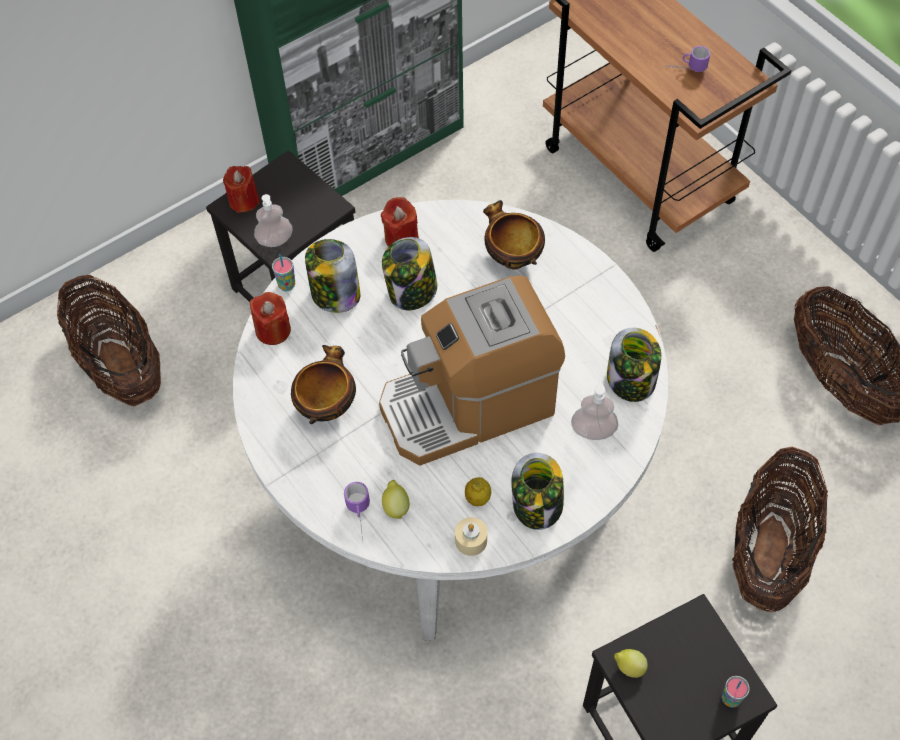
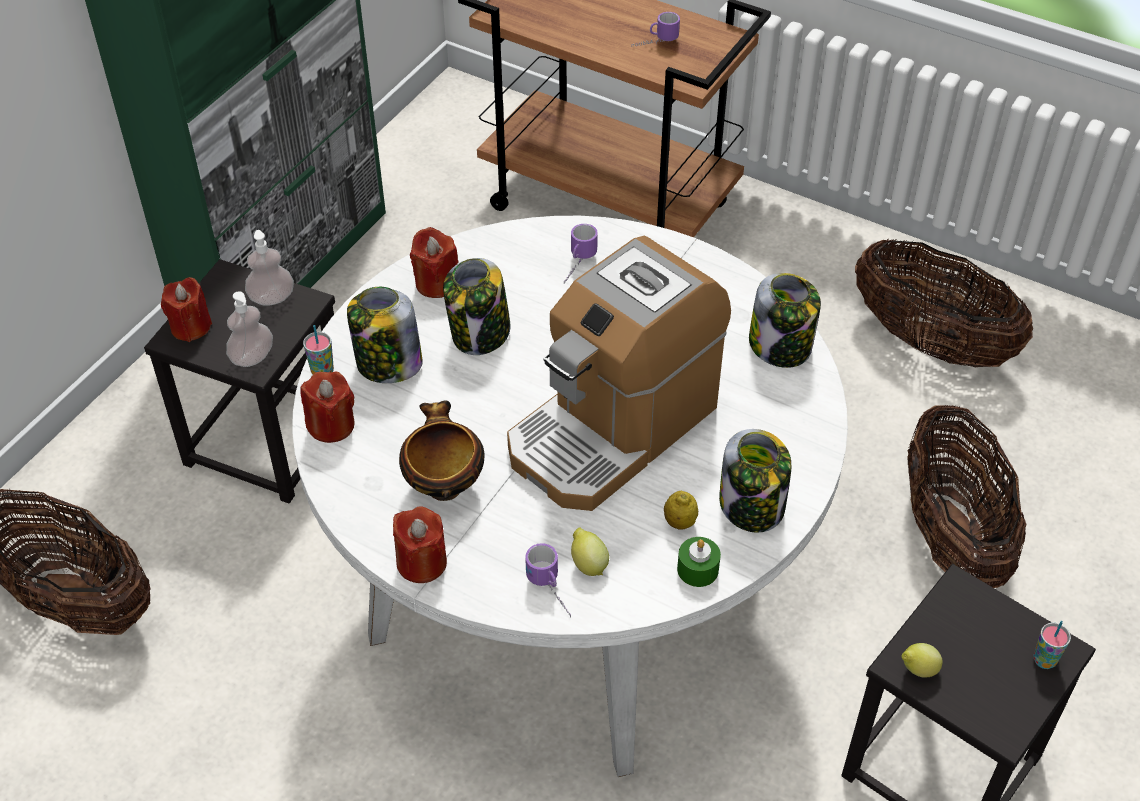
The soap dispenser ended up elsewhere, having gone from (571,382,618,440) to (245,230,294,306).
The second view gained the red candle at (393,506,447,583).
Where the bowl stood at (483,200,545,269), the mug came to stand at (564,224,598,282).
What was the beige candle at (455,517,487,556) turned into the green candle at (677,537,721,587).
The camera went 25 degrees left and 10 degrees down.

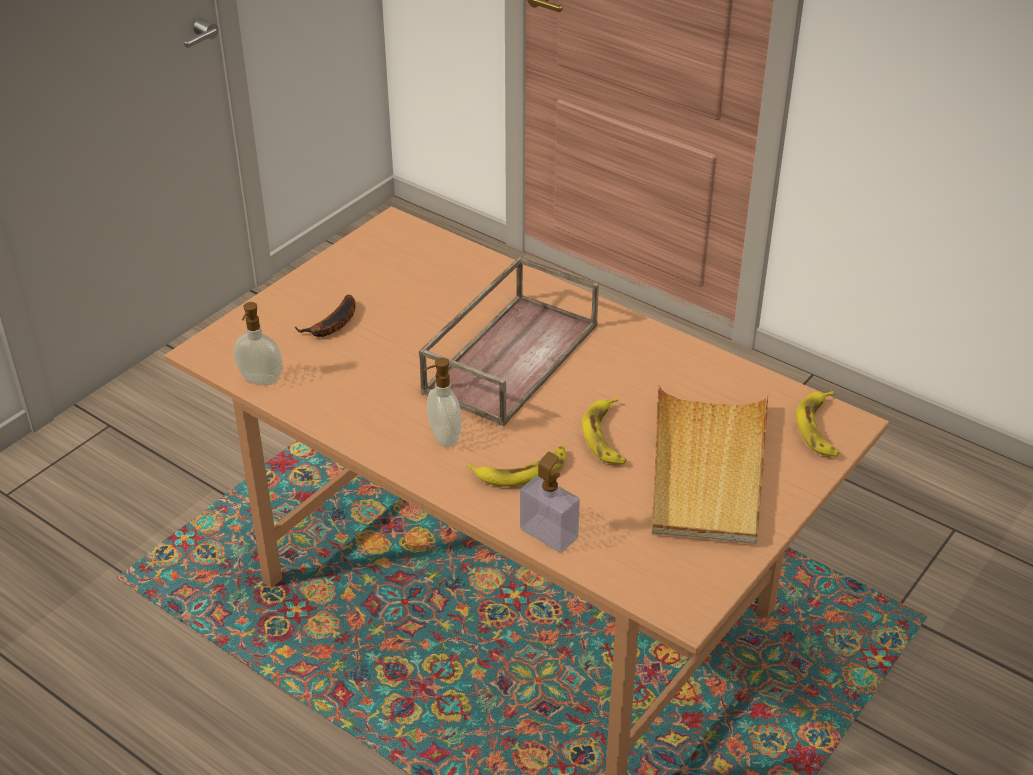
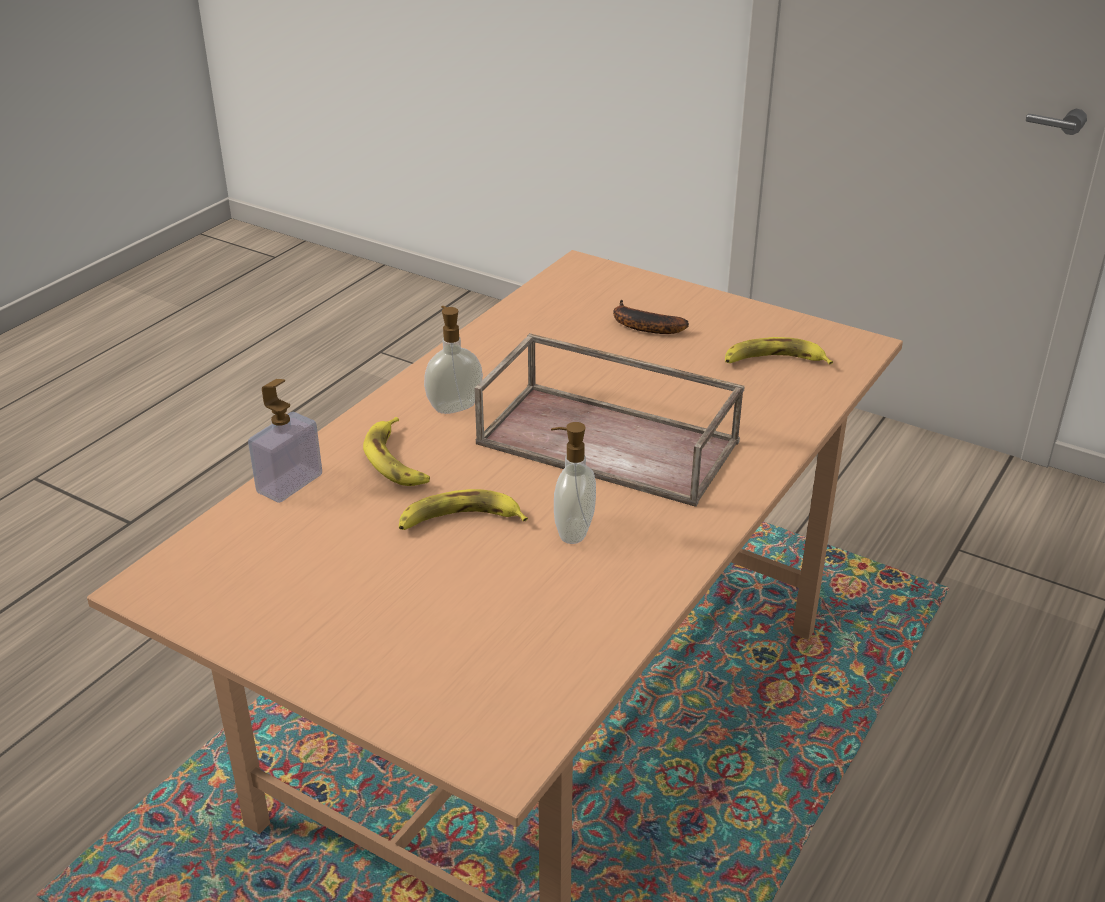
The soap dispenser ended up elsewhere, having gone from (234,302,282,385) to (551,422,596,544).
The banana ended up elsewhere, having gone from (796,391,839,457) to (725,337,833,364).
The second view lost the beige tray at (652,385,768,544).
The camera went 85 degrees right and 5 degrees down.

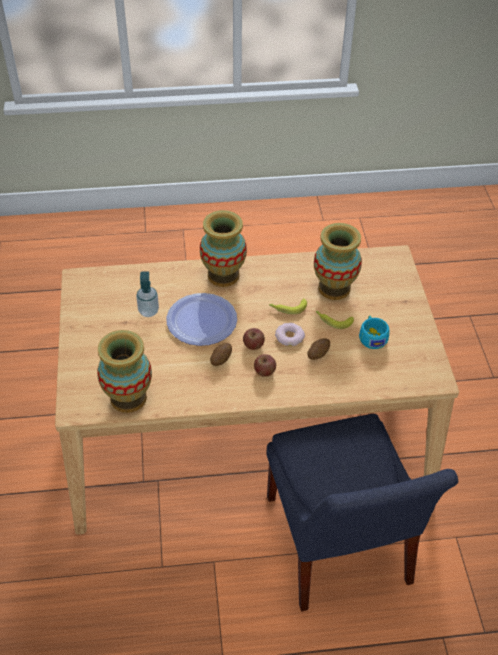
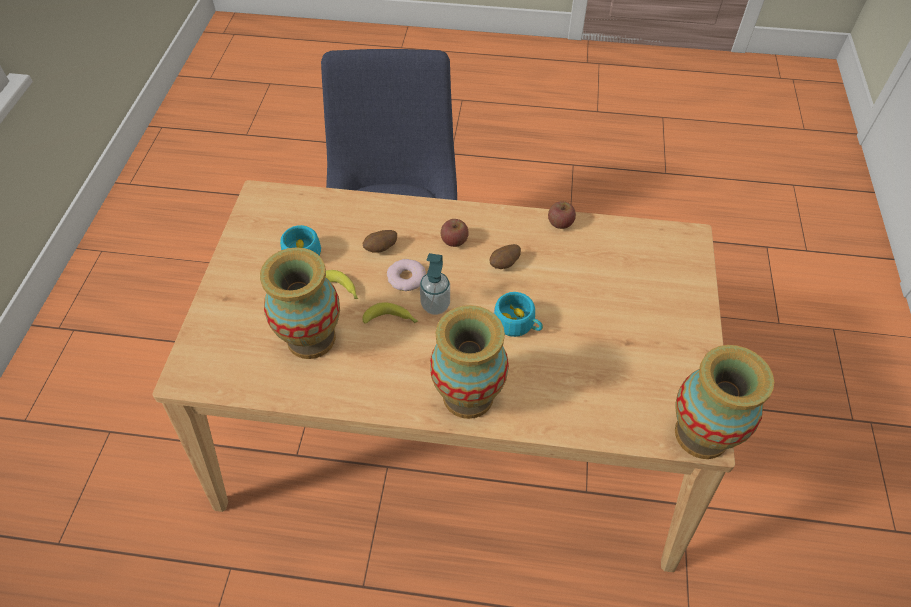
The soap dispenser ended up elsewhere, having gone from (136,271,159,317) to (420,253,450,315).
Where the plate stood at (166,293,237,346), the turquoise cup came to stand at (494,292,543,337).
The apple ended up elsewhere, having gone from (243,328,265,350) to (548,201,576,229).
The vase ended up elsewhere, having gone from (97,330,152,413) to (675,345,774,459).
The camera went 165 degrees left and 5 degrees up.

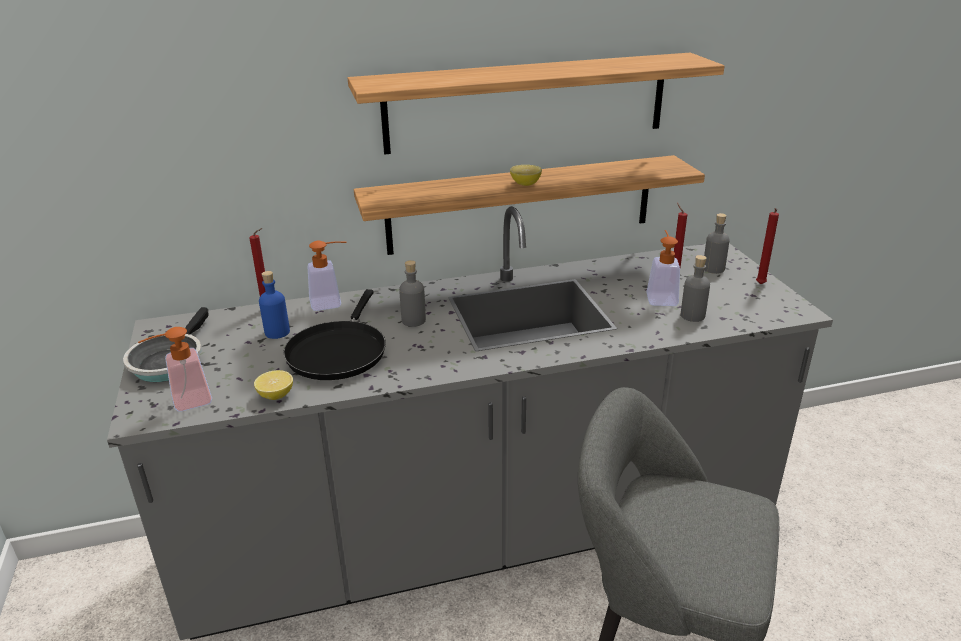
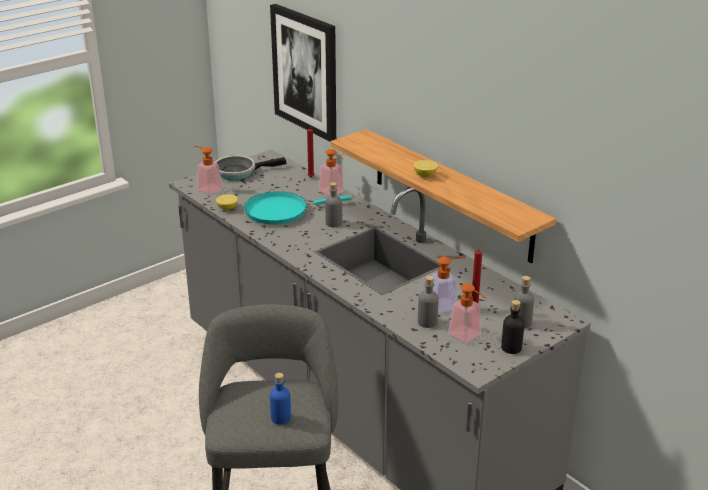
What was the black frying pan at (283,289,386,380) turned into the turquoise frying pan at (244,191,351,225).
The second view gained the picture at (270,4,336,142).
The blue bottle ended up elsewhere, having gone from (259,271,290,339) to (270,373,291,425).
The second view gained the soap dispenser at (448,284,486,343).
Where the red candle stood at (756,208,779,284), the black bottle came to stand at (501,300,524,354).
The second view lost the shelf at (348,53,725,155).
The camera went 65 degrees right and 0 degrees up.

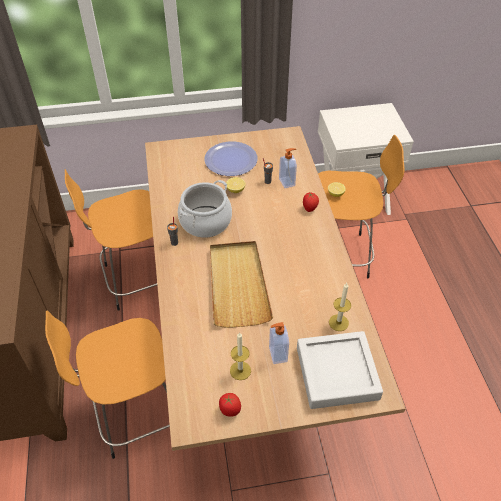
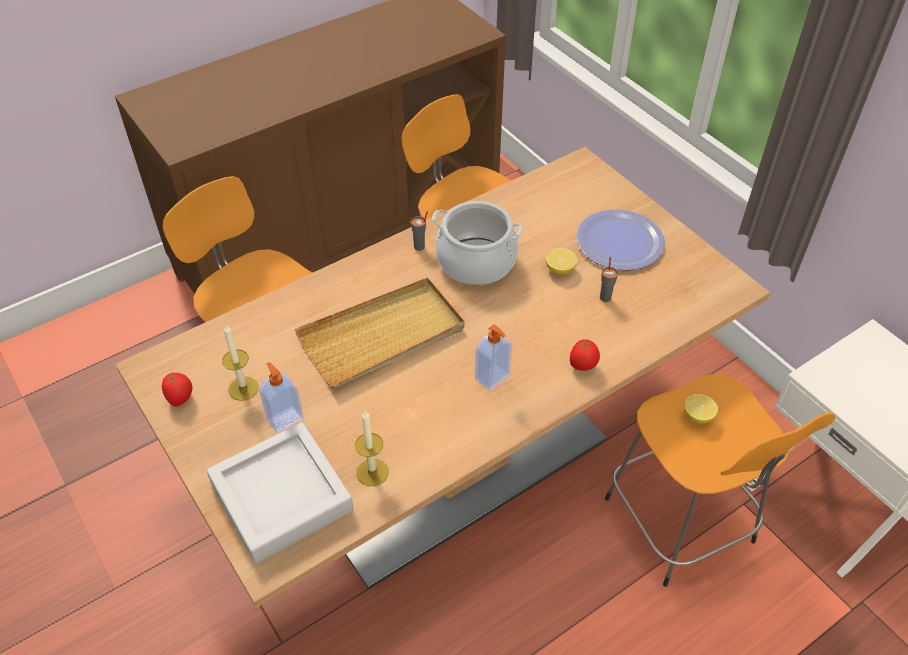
The soap dispenser ended up elsewhere, having gone from (279,148,297,188) to (475,324,512,391).
The camera went 65 degrees right and 0 degrees up.

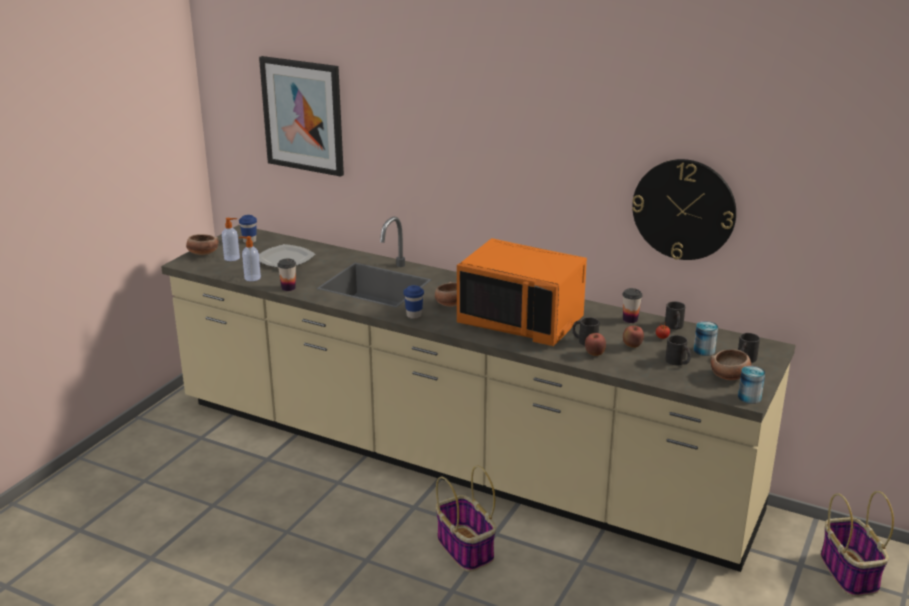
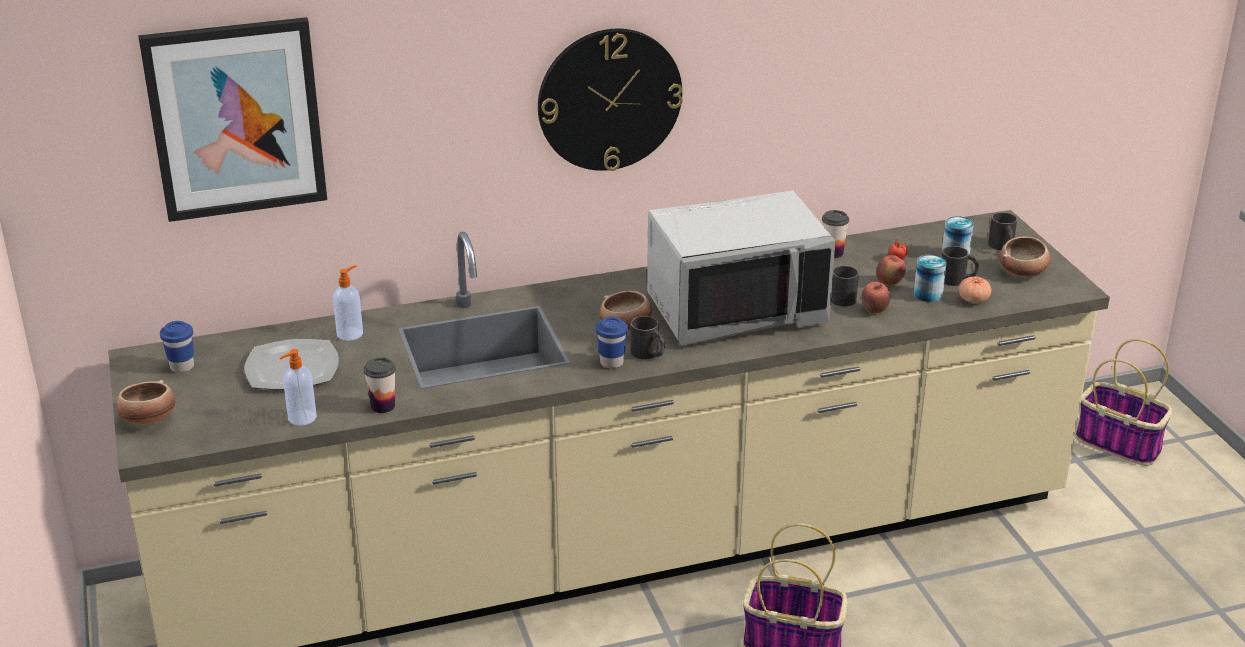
The soap dispenser ended up elsewhere, having gone from (222,218,240,261) to (333,265,363,341).
The wall clock ended up elsewhere, having gone from (632,159,736,260) to (538,29,683,171).
The black mug ended up elsewhere, having gone from (665,301,685,330) to (631,316,665,359).
What was the orange microwave at (457,238,587,346) turned into the grey microwave at (647,190,835,346).
The can ended up elsewhere, having gone from (738,366,765,404) to (914,255,947,302).
The second view gained the tomato at (959,277,991,303).
The camera went 45 degrees left and 5 degrees up.

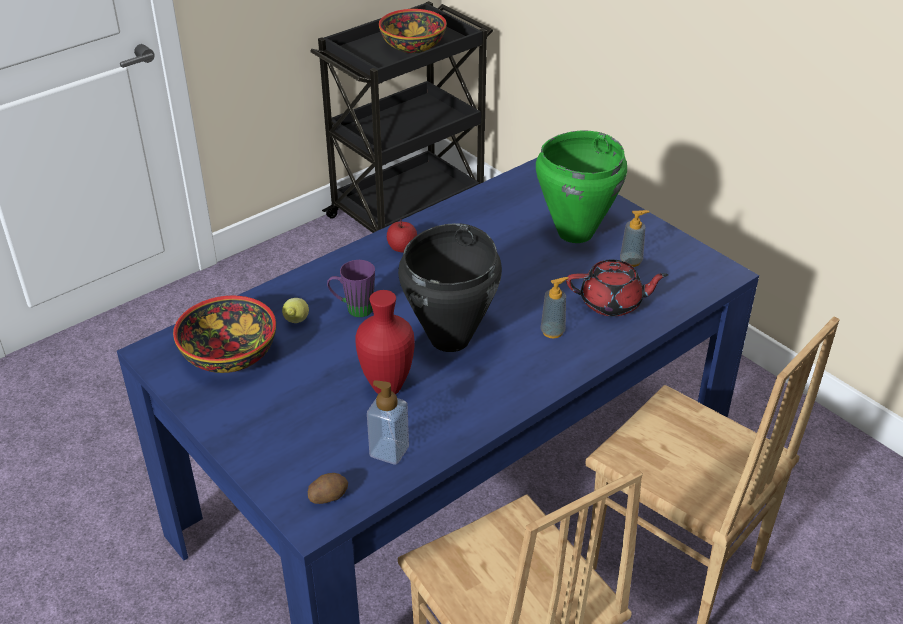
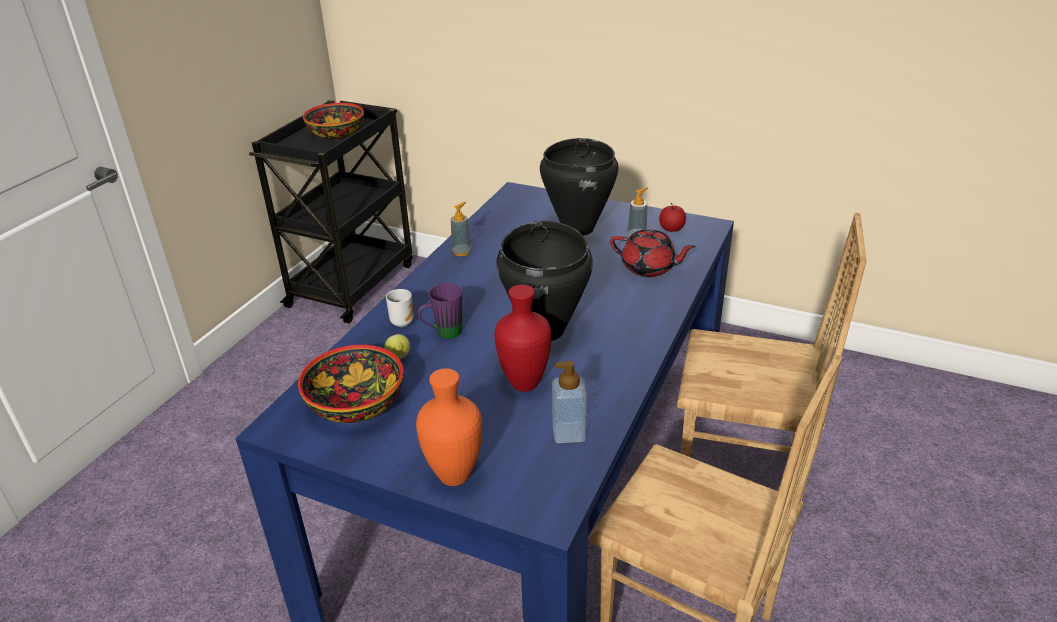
The second view gained the mug at (386,289,414,327).
The second view gained the orange vase at (416,368,482,486).
The soap dispenser ended up elsewhere, having gone from (540,277,569,339) to (451,202,472,256).
What was the green cooking pot at (536,130,627,243) turned into the black cooking pot at (540,138,618,236).
The red teapot at (566,259,668,316) ended up facing another way, 45 degrees clockwise from before.
The apple ended up elsewhere, having gone from (387,219,417,253) to (659,203,686,232).
The second view lost the potato at (308,473,348,504).
The camera went 25 degrees left and 5 degrees down.

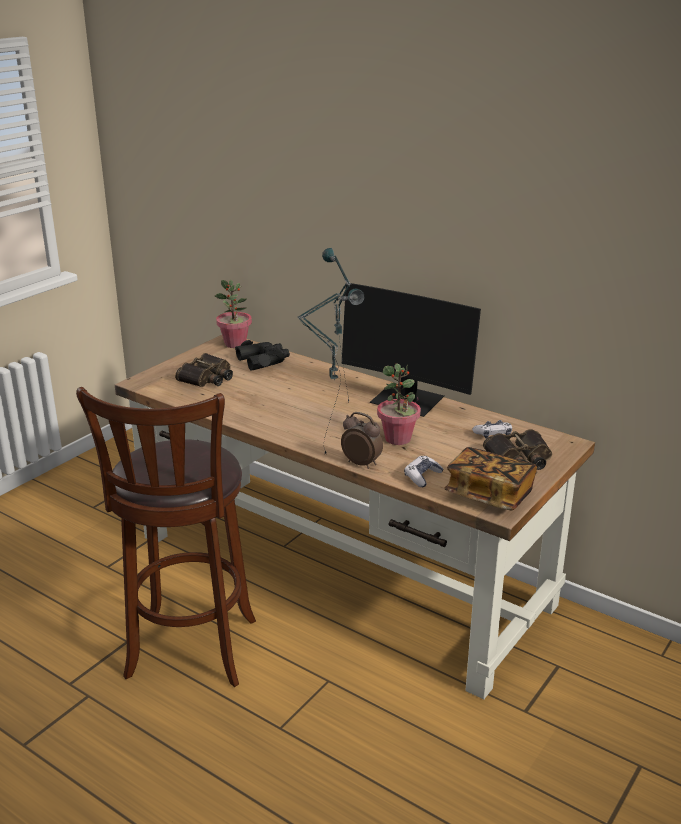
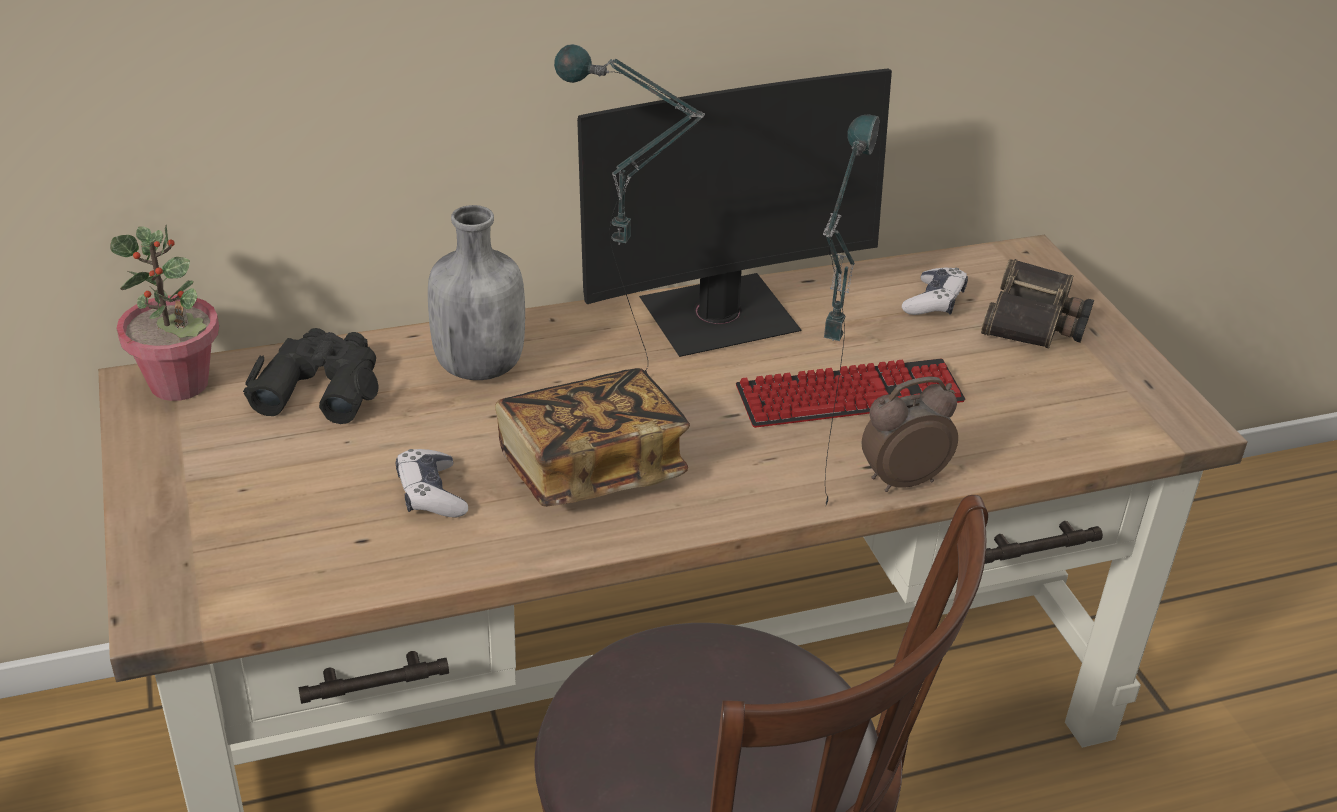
The game controller ended up elsewhere, having gone from (404,456,443,487) to (396,449,468,517).
The second view gained the grey bottle at (428,205,525,380).
The book ended up elsewhere, having gone from (444,447,537,510) to (495,368,690,507).
Where the potted plant stood at (377,363,421,445), the keyboard came to stand at (736,359,965,428).
The second view lost the binoculars at (175,353,233,387).
The camera went 55 degrees left and 10 degrees up.

